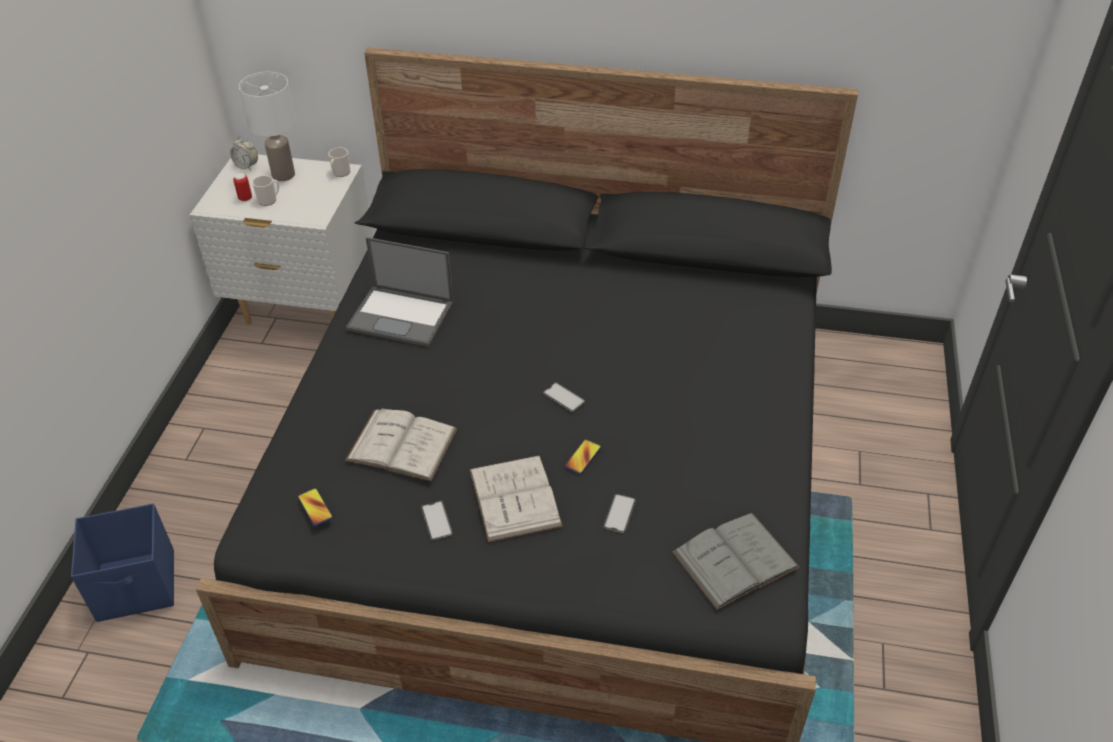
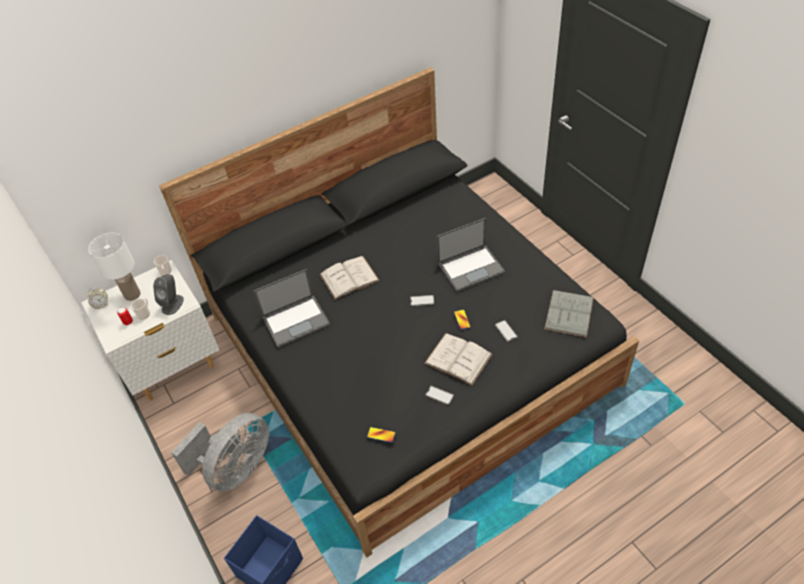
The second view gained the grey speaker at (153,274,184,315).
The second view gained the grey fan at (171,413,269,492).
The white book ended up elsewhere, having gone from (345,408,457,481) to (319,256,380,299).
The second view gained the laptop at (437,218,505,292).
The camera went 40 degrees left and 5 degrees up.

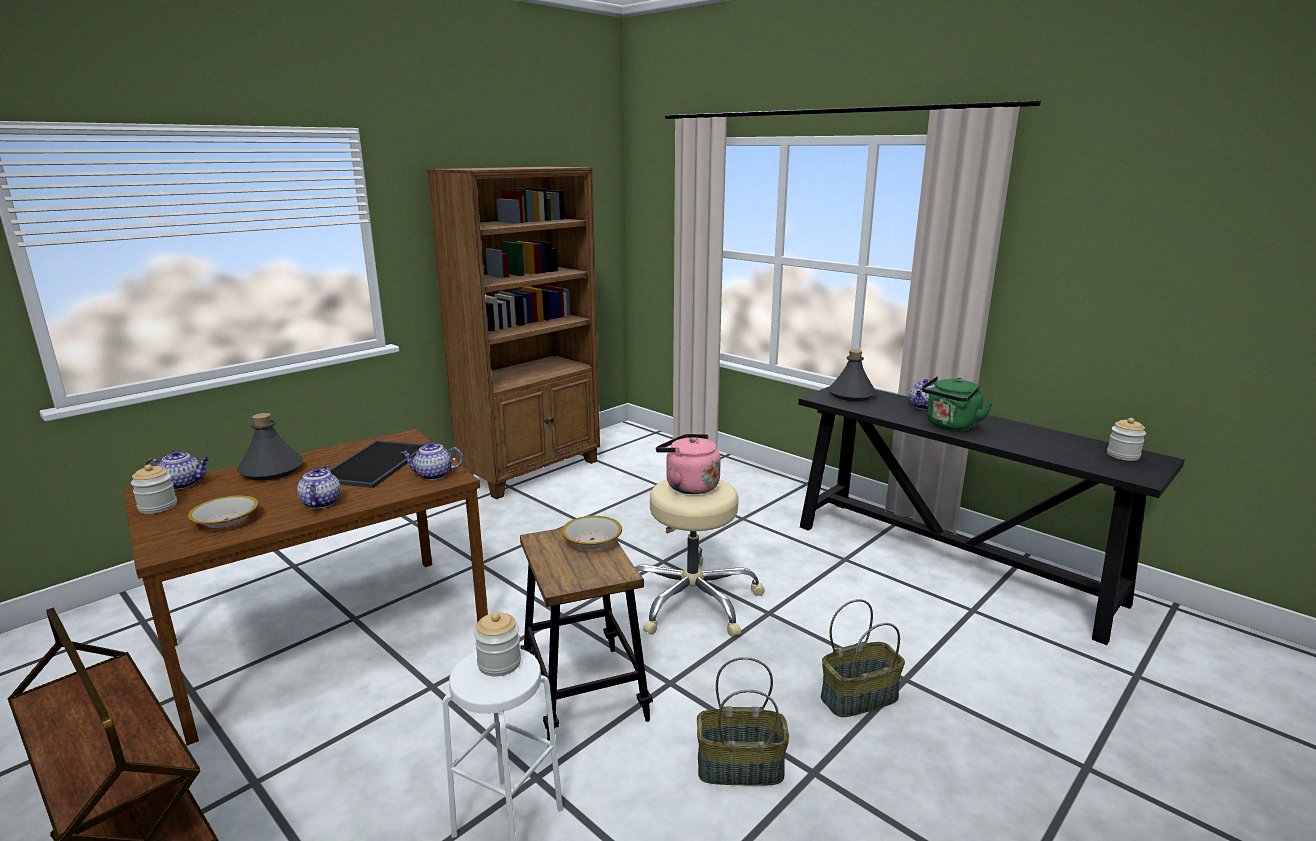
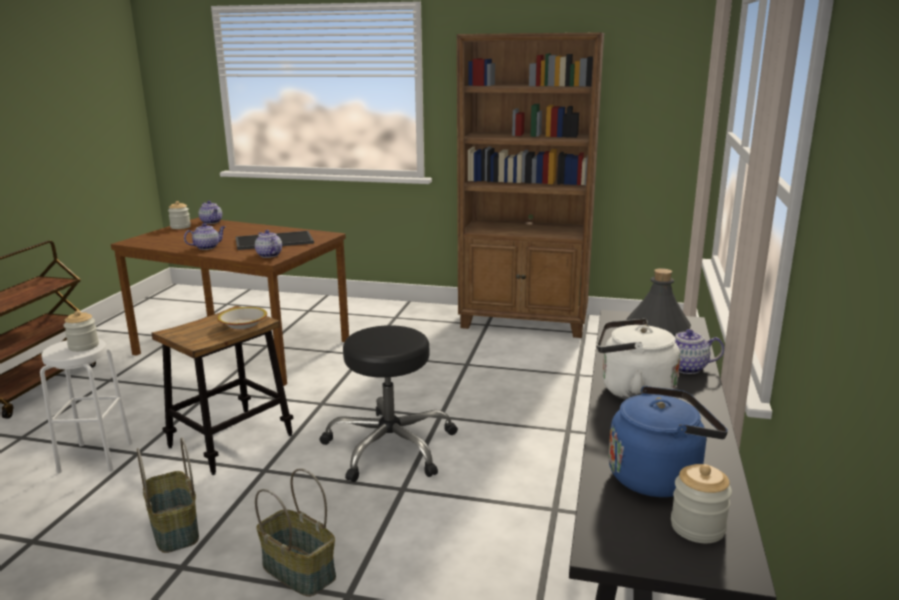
What was the beige stool at (635,479,765,637) turned into the black stool at (320,325,458,482).
What was the green kettle at (922,376,993,431) turned into the white kettle at (597,318,680,400).
The second view gained the blue kettle at (608,386,728,497).
The second view lost the bowl at (188,495,259,528).
The second view lost the grey bottle at (237,413,304,480).
The second view lost the pink kettle at (656,434,721,494).
The camera went 60 degrees right and 0 degrees up.

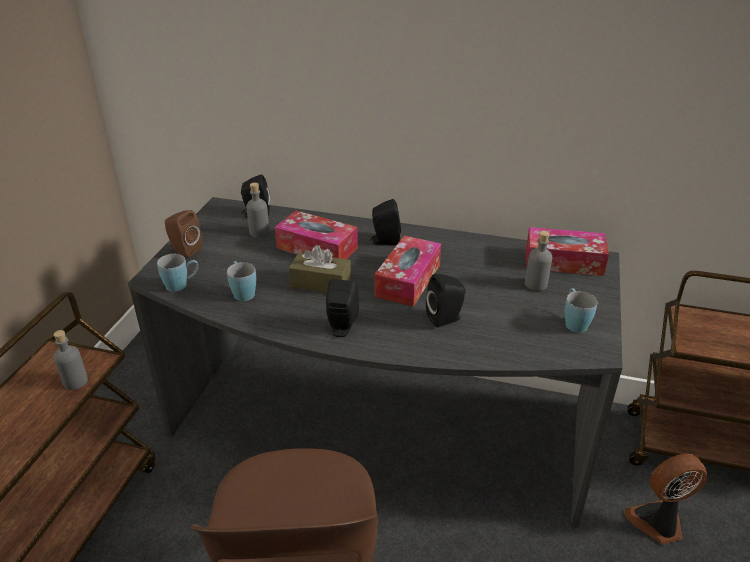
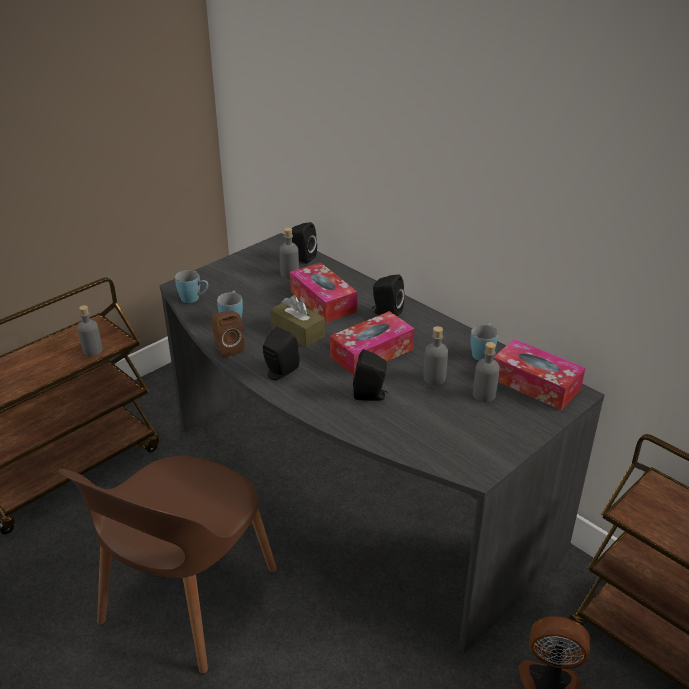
The brown speaker ended up elsewhere, having gone from (165,210,203,257) to (211,311,244,358).
The second view gained the grey bottle at (423,326,448,385).
The blue mug ended up elsewhere, having gone from (565,288,597,333) to (470,323,498,361).
The camera went 30 degrees right and 0 degrees up.

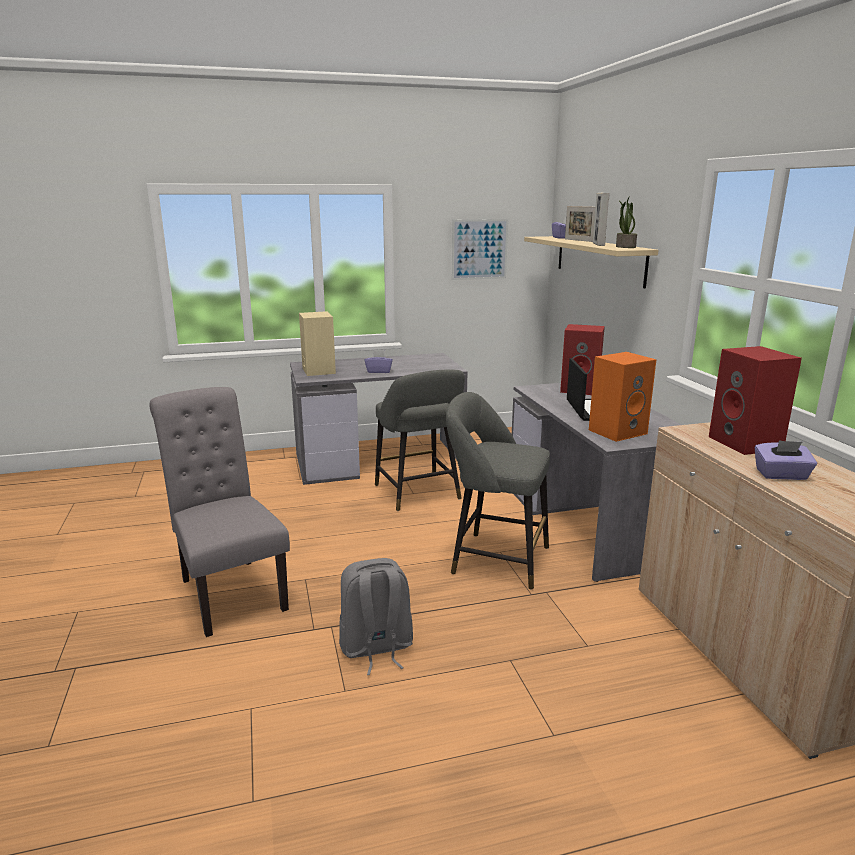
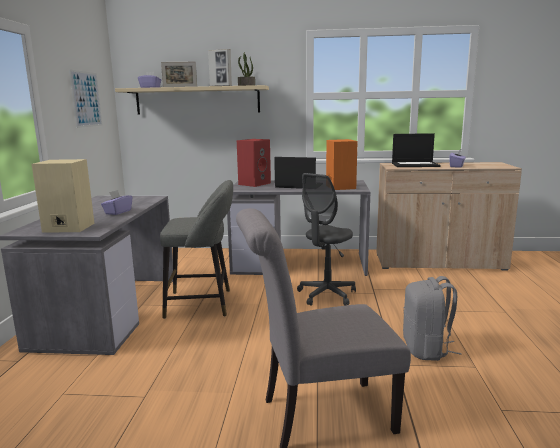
Where the grey stool stood at (446,392,550,590), the grey office chair came to stand at (297,173,356,306).
Where the red speaker stood at (709,346,802,455), the laptop came to stand at (392,133,441,167).
The camera went 70 degrees left and 5 degrees down.

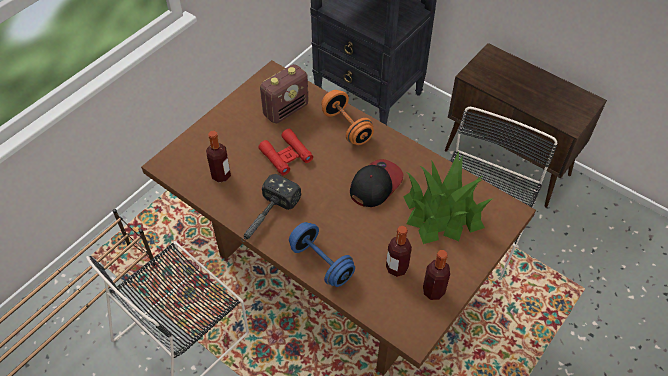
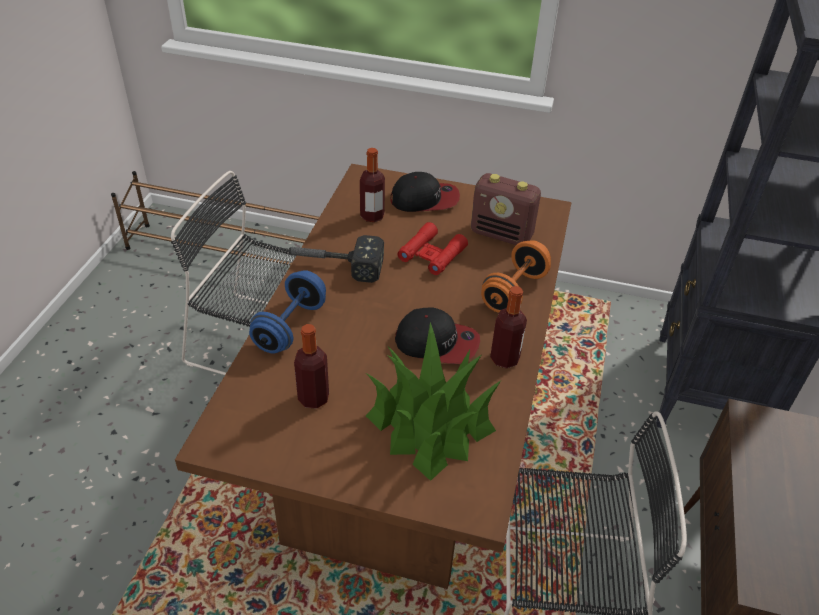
The second view gained the cap at (390,172,460,212).
The bottle ended up elsewhere, having gone from (423,250,450,300) to (490,286,527,369).
The camera went 65 degrees right and 10 degrees down.

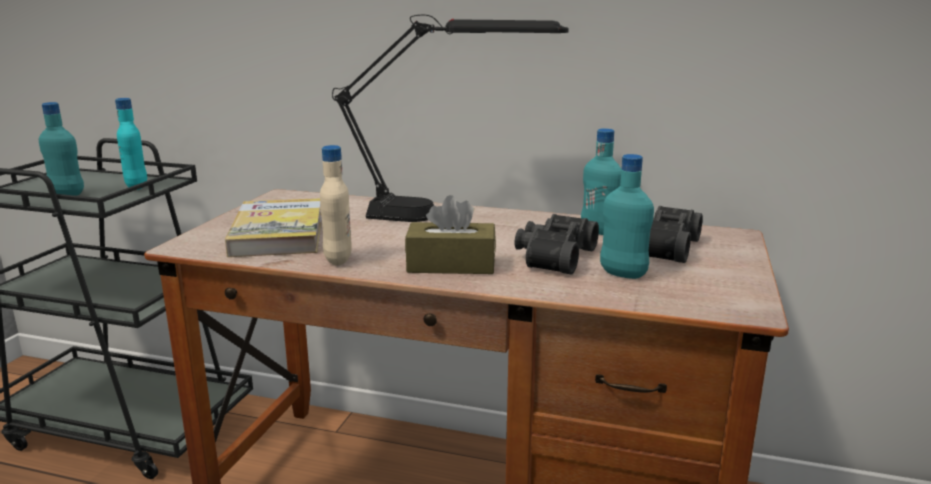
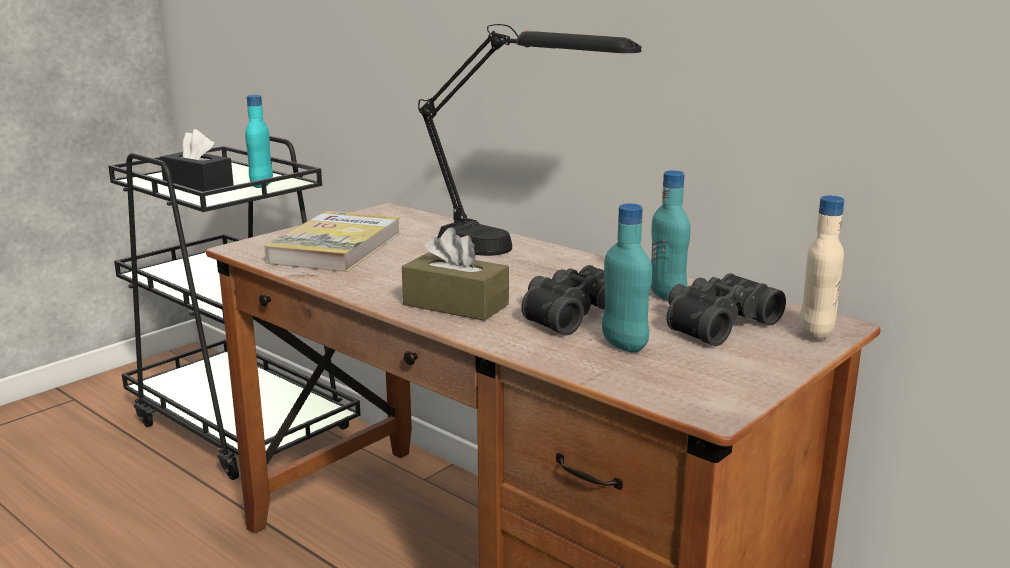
Where the turquoise bottle stood at (39,102,84,196), the black tissue box came to stand at (160,129,234,192).
The beige bottle ended up elsewhere, having gone from (320,145,352,265) to (800,196,845,341).
The camera went 25 degrees right and 0 degrees up.

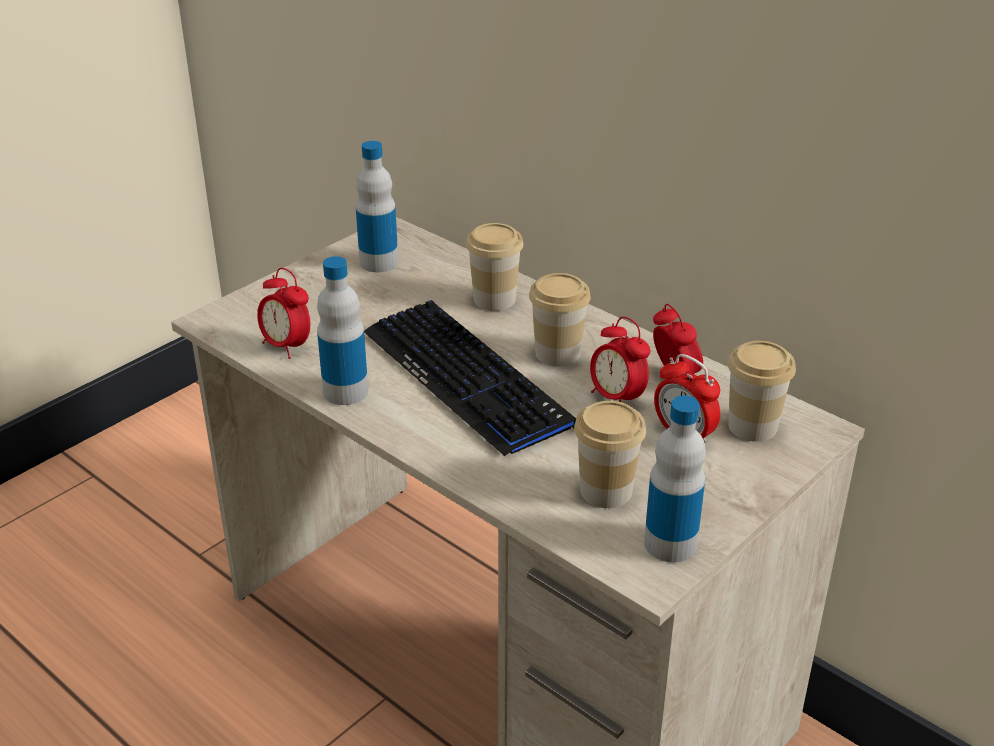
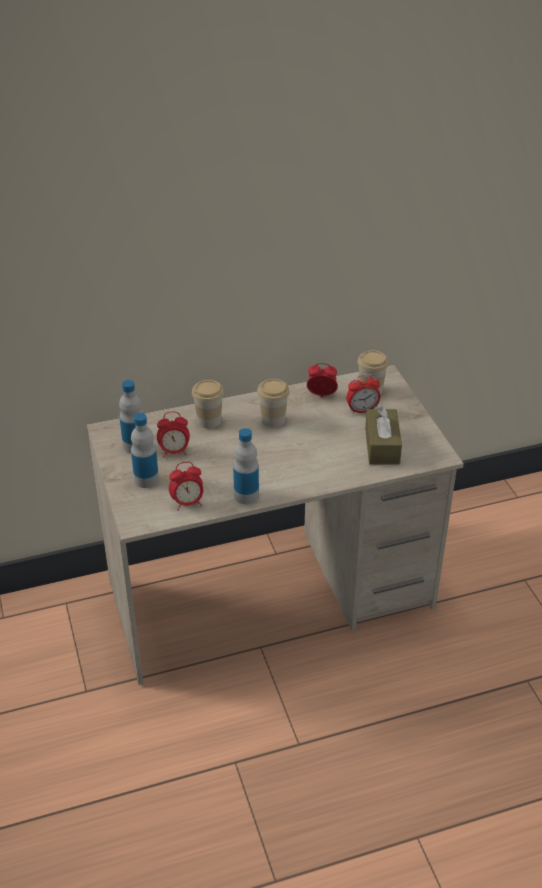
The bottle ended up elsewhere, having gone from (644,396,706,562) to (131,413,159,488).
The alarm clock ended up elsewhere, having gone from (590,317,650,402) to (157,412,190,457).
Where the cup stood at (574,401,646,508), the brown tissue box came to stand at (365,405,402,464).
The second view lost the keyboard at (364,300,576,456).
The camera went 60 degrees left and 5 degrees up.

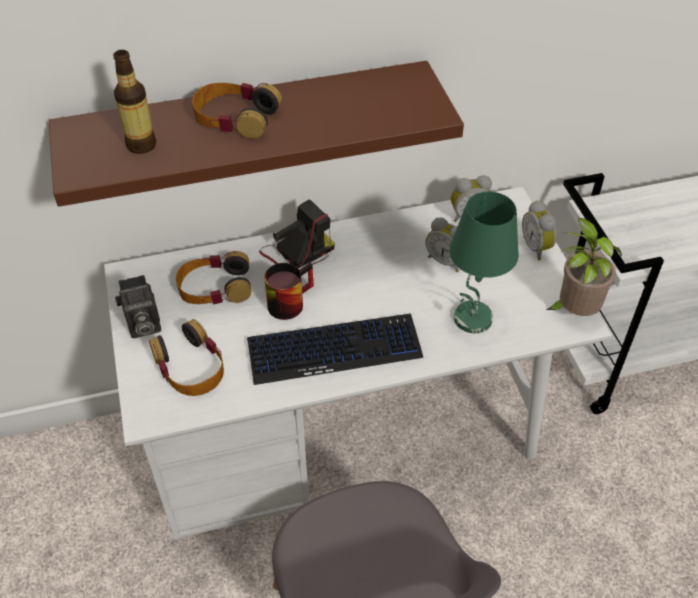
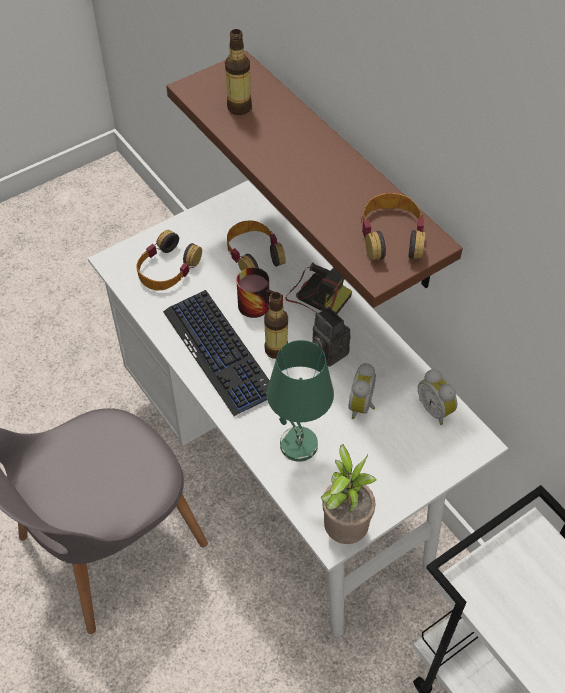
The second view gained the bottle at (264,292,288,359).
The photo camera ended up elsewhere, having gone from (115,275,161,338) to (312,307,350,367).
The headphones ended up elsewhere, having gone from (192,83,282,139) to (361,193,425,260).
The second view lost the alarm clock at (522,200,557,260).
The camera went 70 degrees right and 5 degrees up.

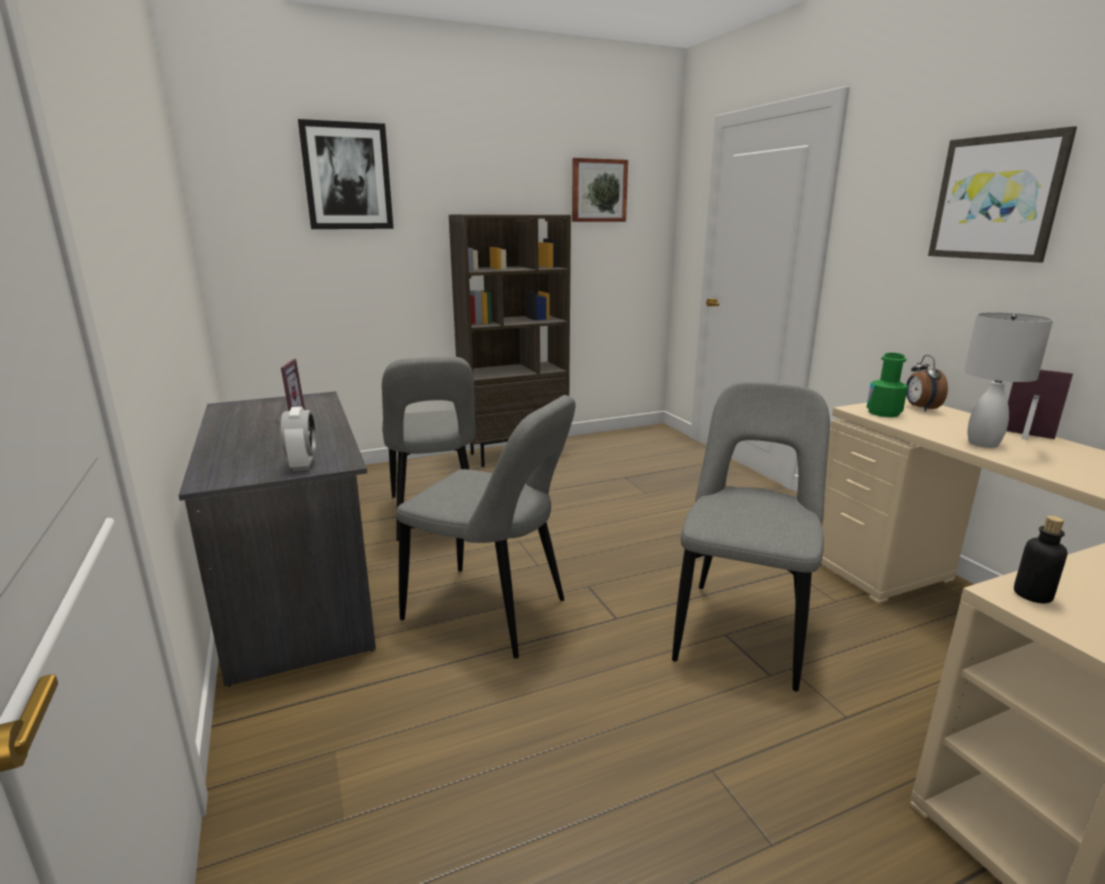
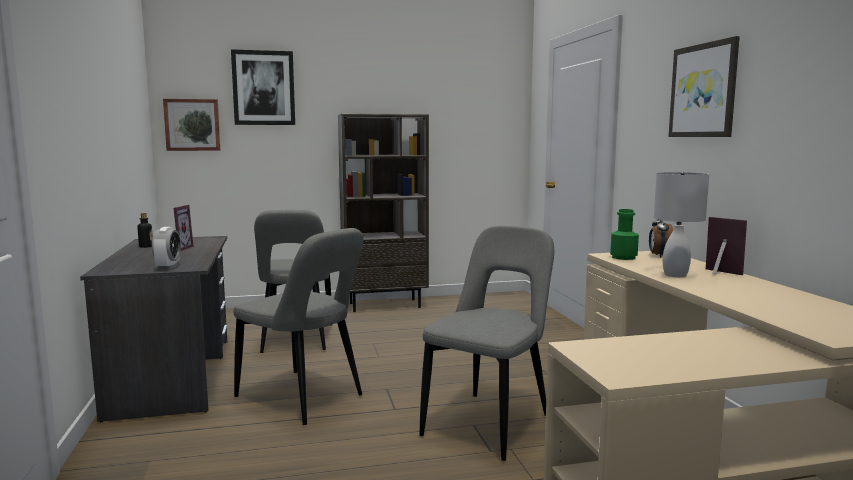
The bottle ended up elsewhere, having gone from (1014,516,1068,603) to (137,213,153,248).
The picture ended up elsewhere, having gone from (572,158,628,222) to (163,99,220,151).
The camera went 10 degrees right and 10 degrees down.

